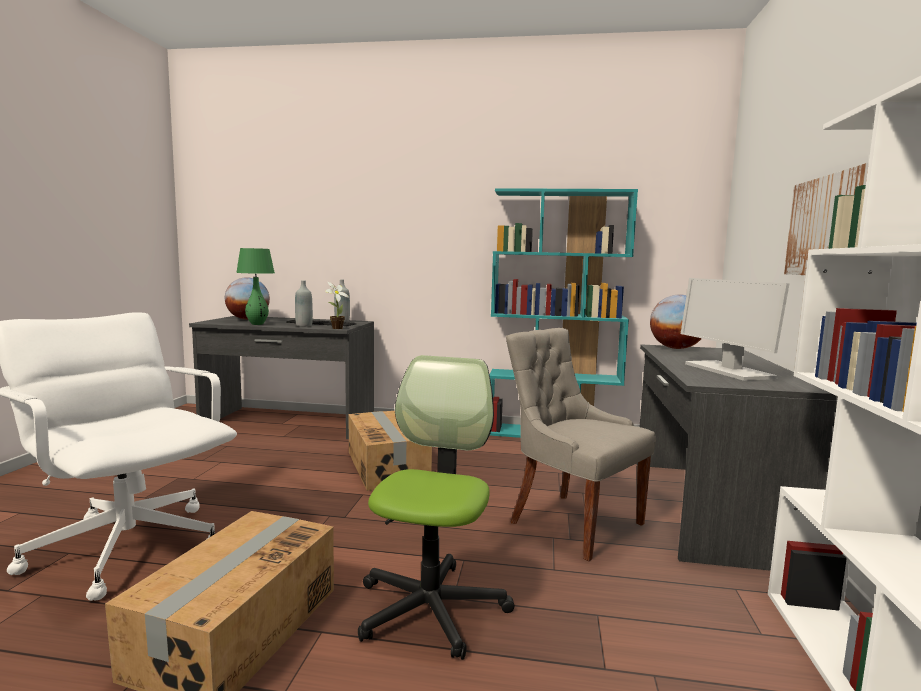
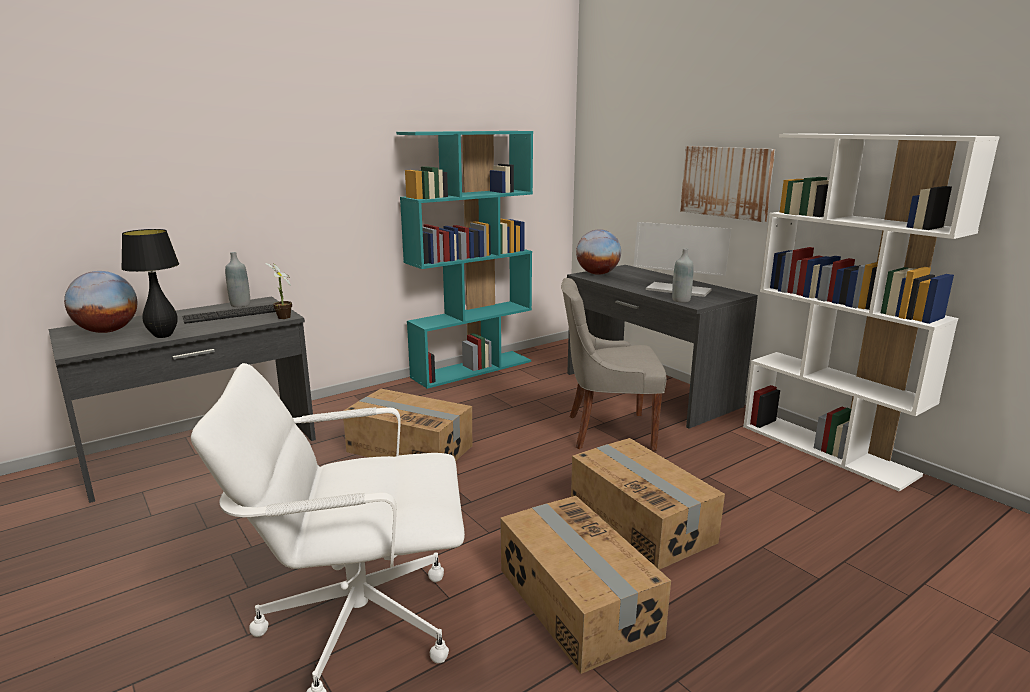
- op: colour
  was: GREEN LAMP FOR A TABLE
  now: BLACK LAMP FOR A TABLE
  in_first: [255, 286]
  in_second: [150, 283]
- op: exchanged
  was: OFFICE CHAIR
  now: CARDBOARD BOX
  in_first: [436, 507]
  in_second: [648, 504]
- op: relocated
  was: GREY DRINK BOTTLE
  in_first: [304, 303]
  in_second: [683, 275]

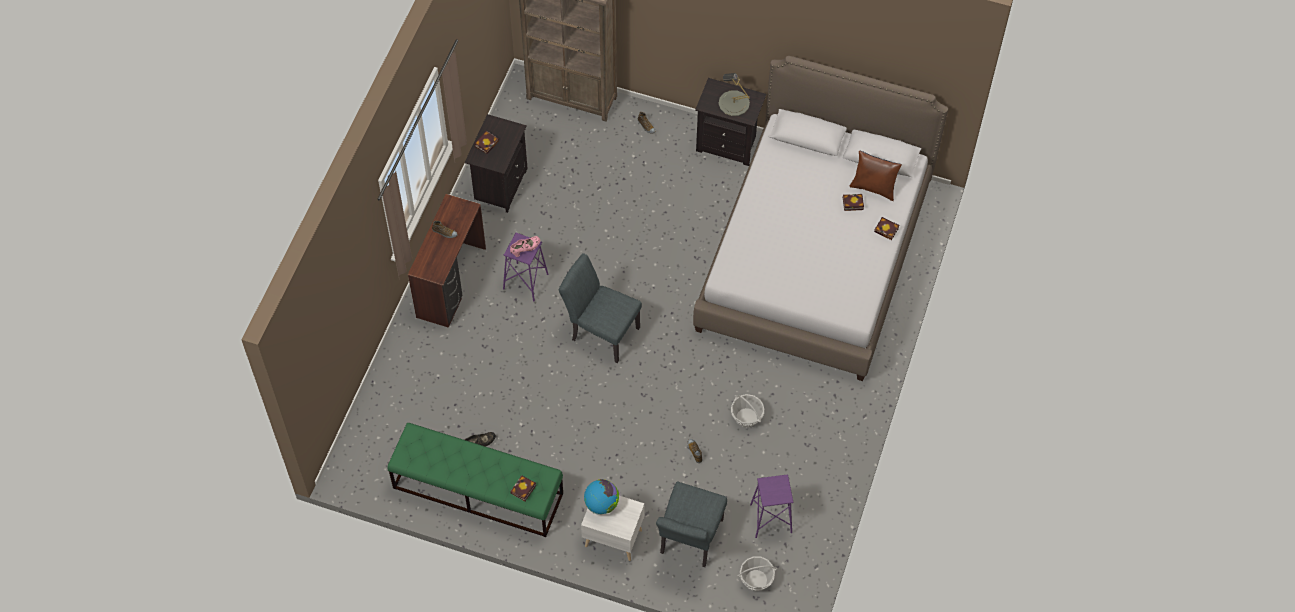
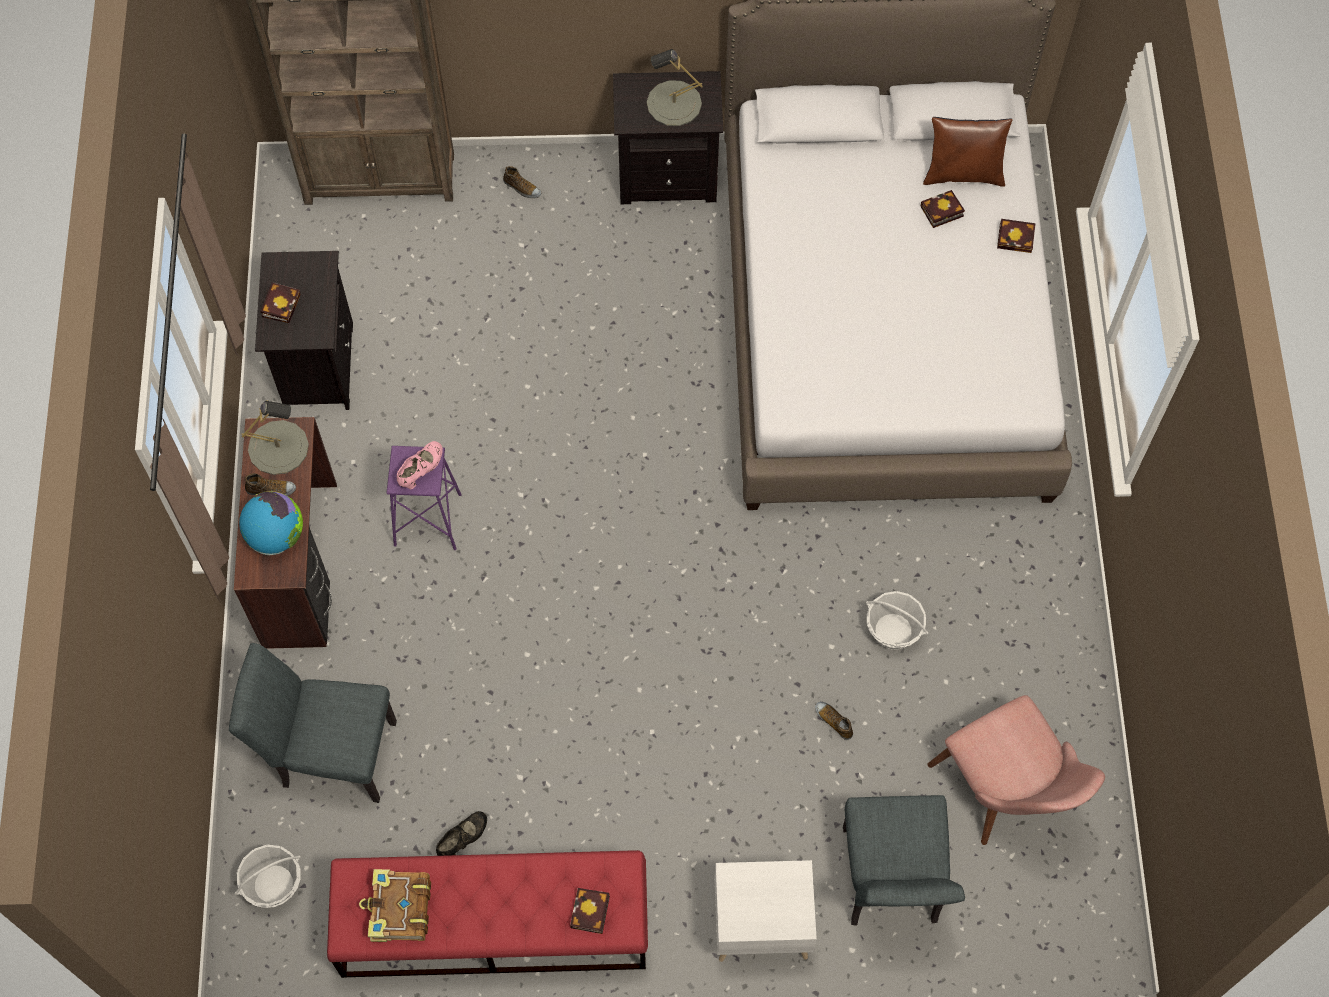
- op: relocated
  was: GREY CHAIR
  in_first: [600, 308]
  in_second: [313, 723]
- op: relocated
  was: STORAGE BASKET
  in_first: [757, 573]
  in_second: [267, 876]
- op: relocated
  was: GLOBE
  in_first: [601, 497]
  in_second: [271, 523]
- op: appeared
  now: GREY LAMP FOR A TABLE
  in_second: [275, 437]
- op: colour
  was: GREEN LONG SEAT
  now: REDDISH LONG SEAT
  in_first: [475, 480]
  in_second: [487, 914]
- op: appeared
  now: BOUND BOOK
  in_second: [395, 905]
- op: exchanged
  was: PURPLISH STOOL
  now: PINK CHAIR
  in_first: [771, 506]
  in_second: [1016, 770]

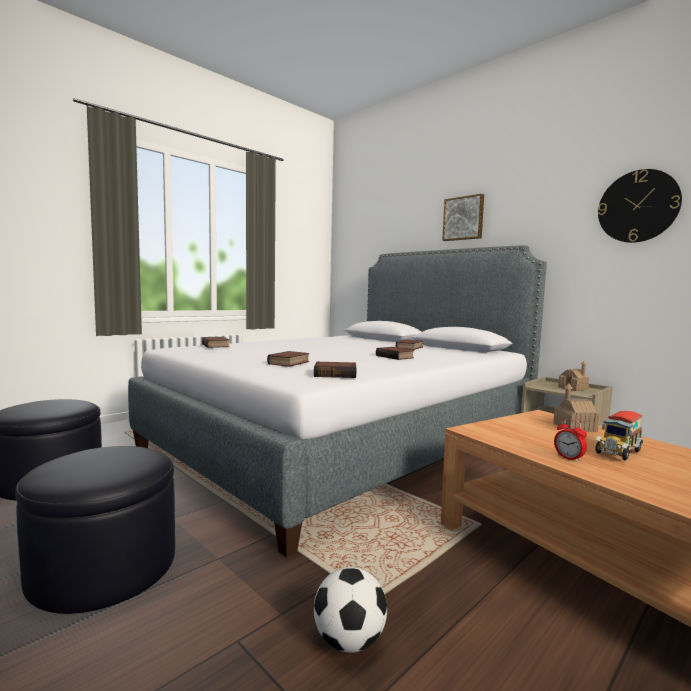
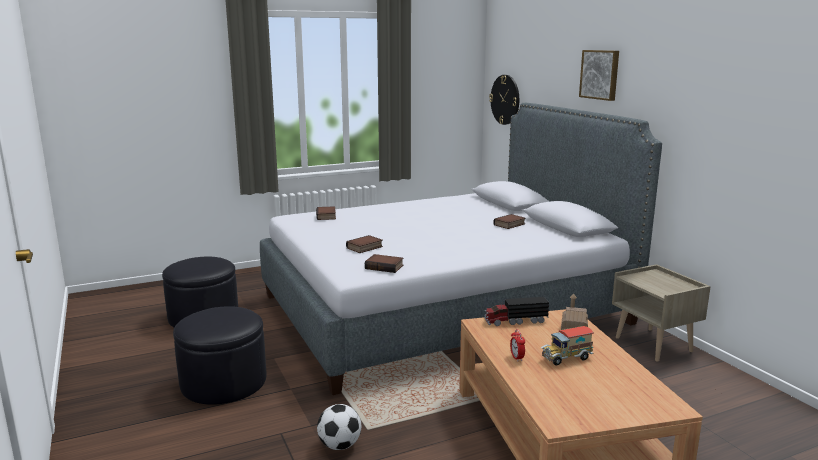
- op: appeared
  now: MODEL TRUCK
  in_second: [516, 311]
- op: relocated
  was: WALL CLOCK
  in_first: [640, 206]
  in_second: [504, 100]
- op: missing
  was: BOUND BOOK
  in_first: [395, 353]
- op: missing
  was: MODEL HOUSE
  in_first: [573, 376]

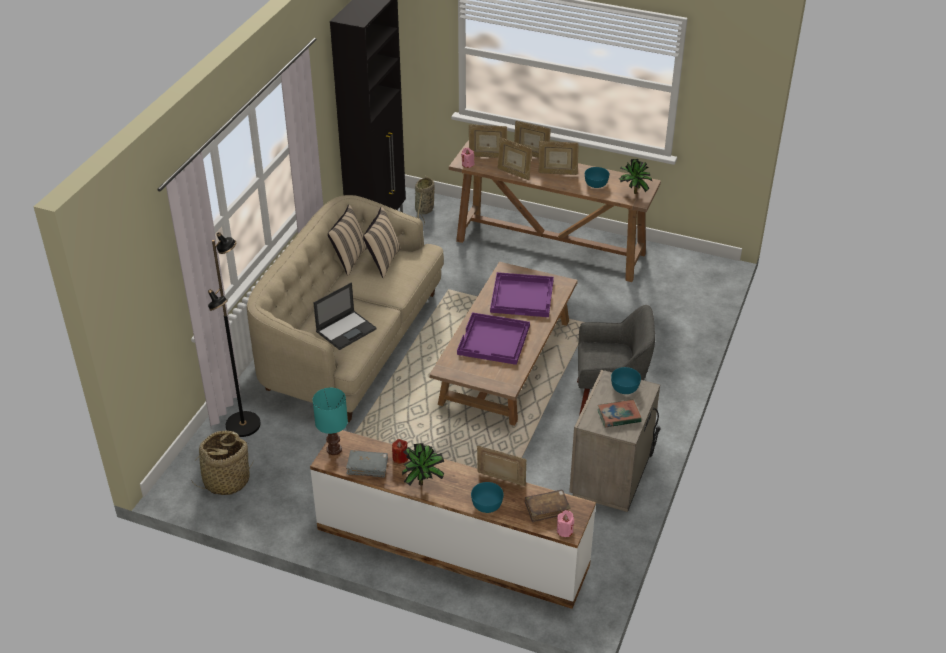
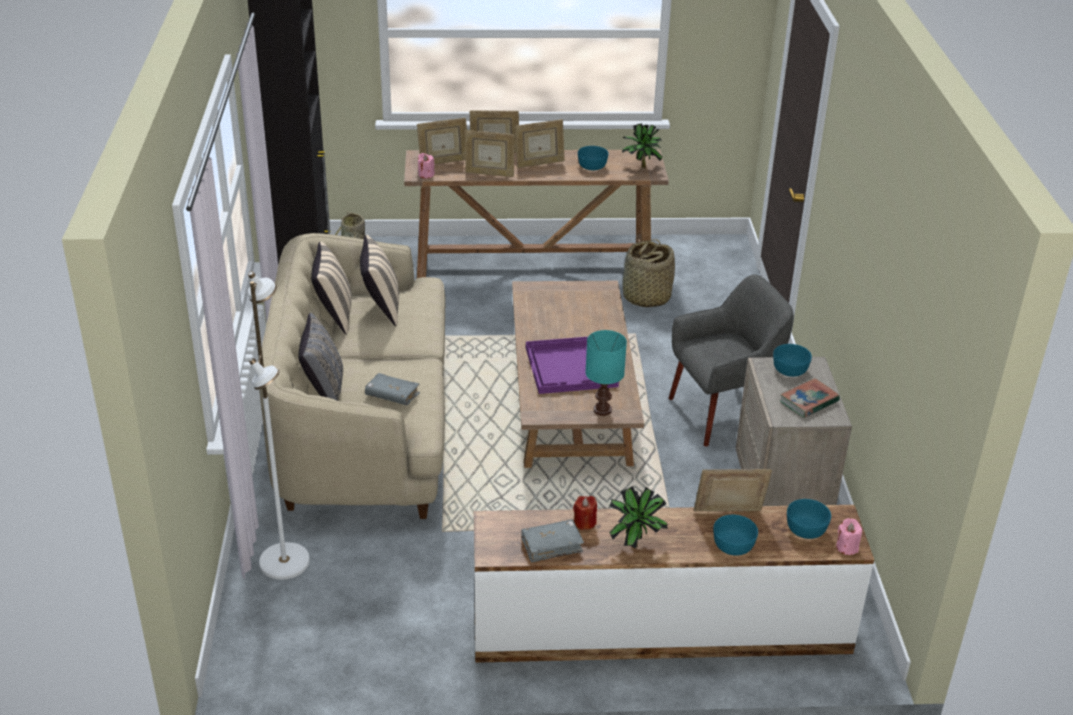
- op: colour
  was: BLACK FLOOR LAMP
  now: WHITISH FLOOR LAMP
  in_first: [234, 334]
  in_second: [279, 425]
- op: appeared
  now: GREY CUSHION
  in_second: [320, 357]
- op: exchanged
  was: PORTABLE COMPUTER
  now: GREY BOUND BOOK
  in_first: [345, 316]
  in_second: [392, 389]
- op: relocated
  was: TURQUOISE LAMP FOR A TABLE
  in_first: [330, 421]
  in_second: [606, 373]
- op: relocated
  was: STORAGE BASKET
  in_first: [222, 462]
  in_second: [649, 273]
- op: exchanged
  was: BROWNISH BOUND BOOK
  now: TURQUOISE DEEP DISH
  in_first: [548, 505]
  in_second: [809, 519]
- op: missing
  was: PURPLISH CARRYING TRAY
  in_first: [522, 294]

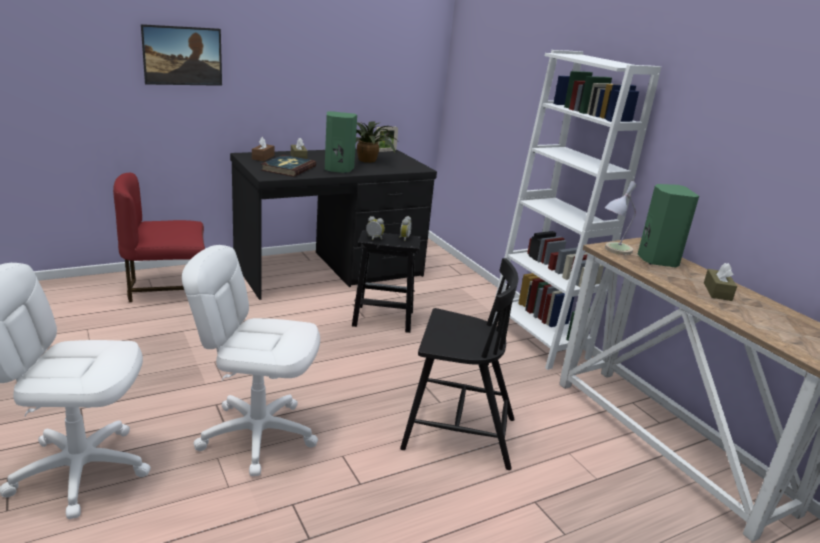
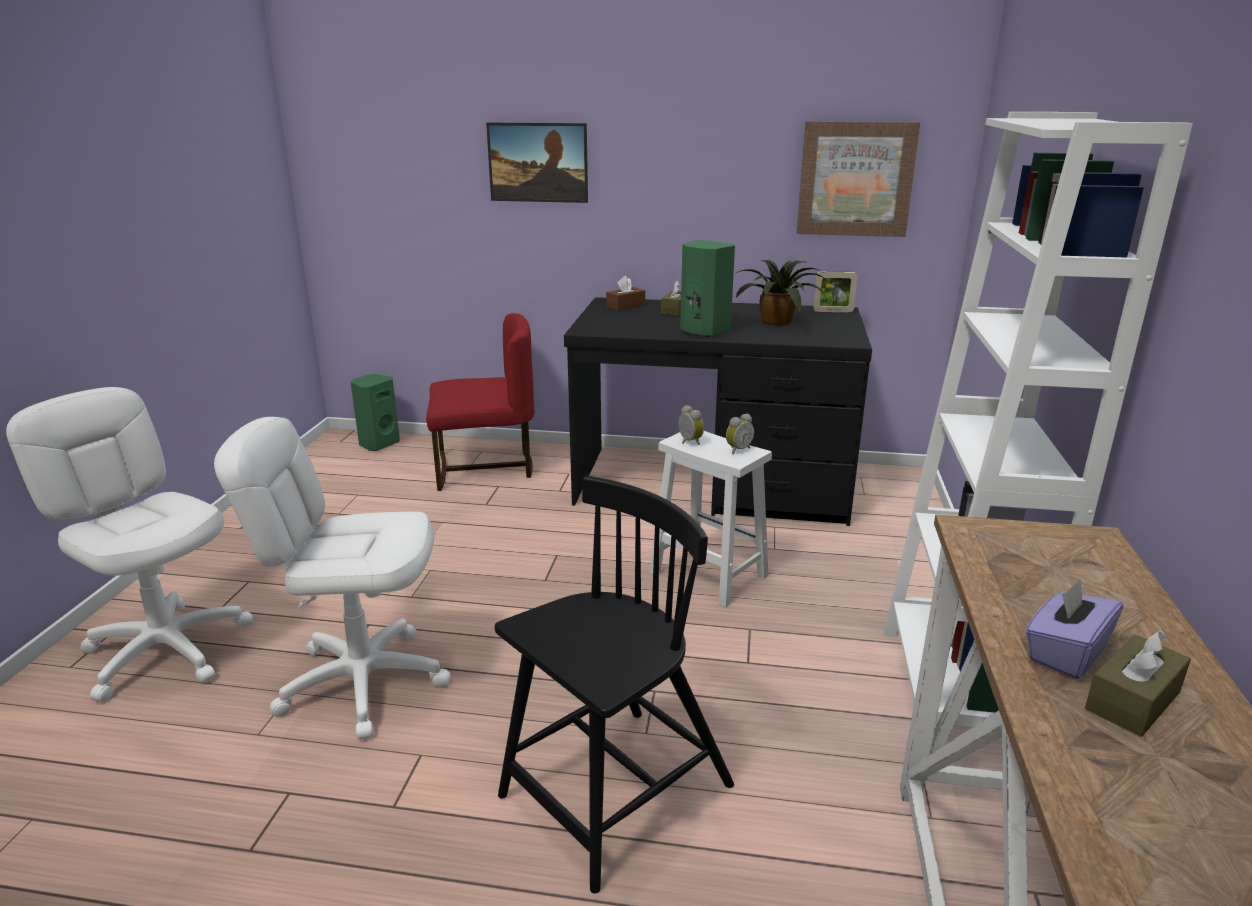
- op: spun
  was: WHITISH OFFICE CHAIR
  in_first: [251, 360]
  in_second: [332, 578]
  clockwise: -45
- op: relocated
  was: GREEN LOUDSPEAKER
  in_first: [668, 225]
  in_second: [375, 412]
- op: spun
  was: REDDISH CHAIR
  in_first: [159, 237]
  in_second: [480, 402]
  clockwise: 150
- op: spun
  was: BLACK CHAIR
  in_first: [459, 364]
  in_second: [614, 685]
  clockwise: -90
- op: colour
  was: BLACK STOOL
  now: WHITISH STOOL
  in_first: [386, 281]
  in_second: [711, 519]
- op: appeared
  now: WALL ART
  in_second: [858, 179]
- op: appeared
  now: PURPLISH TISSUE BOX
  in_second: [1074, 629]
- op: missing
  was: BOUND BOOK
  in_first: [288, 166]
- op: missing
  was: LAMP FOR A TABLE
  in_first: [620, 218]

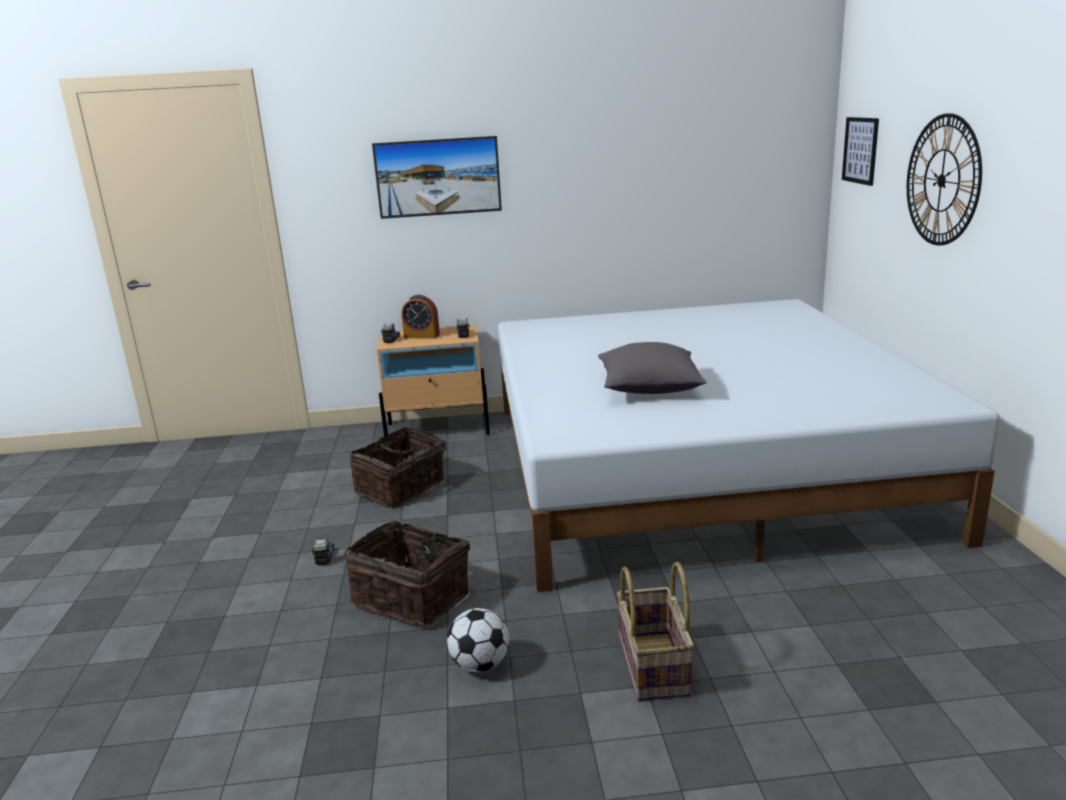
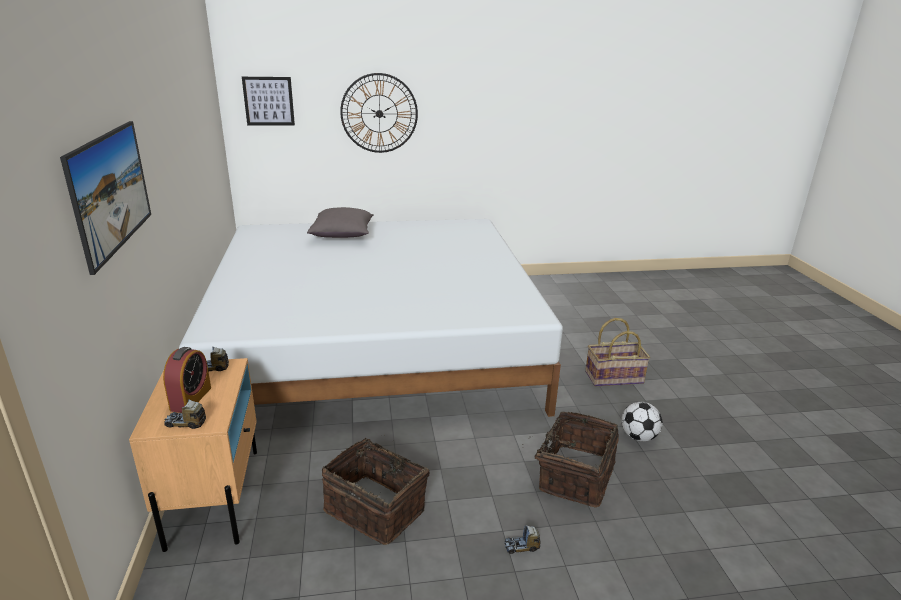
- op: relocated
  was: GREY CUSHION
  in_first: [652, 368]
  in_second: [340, 222]

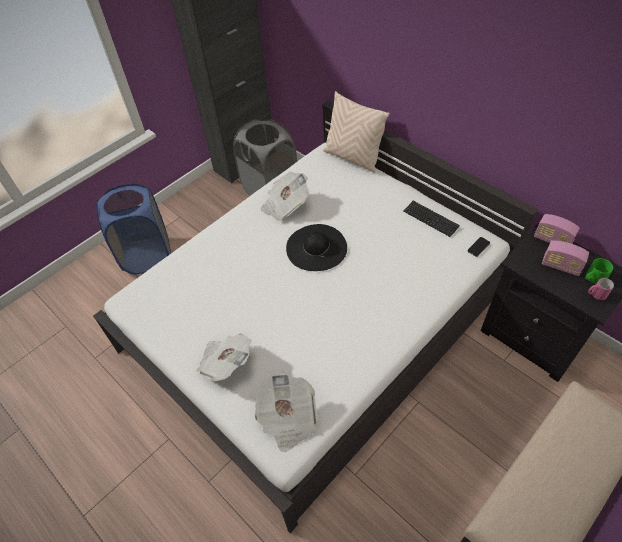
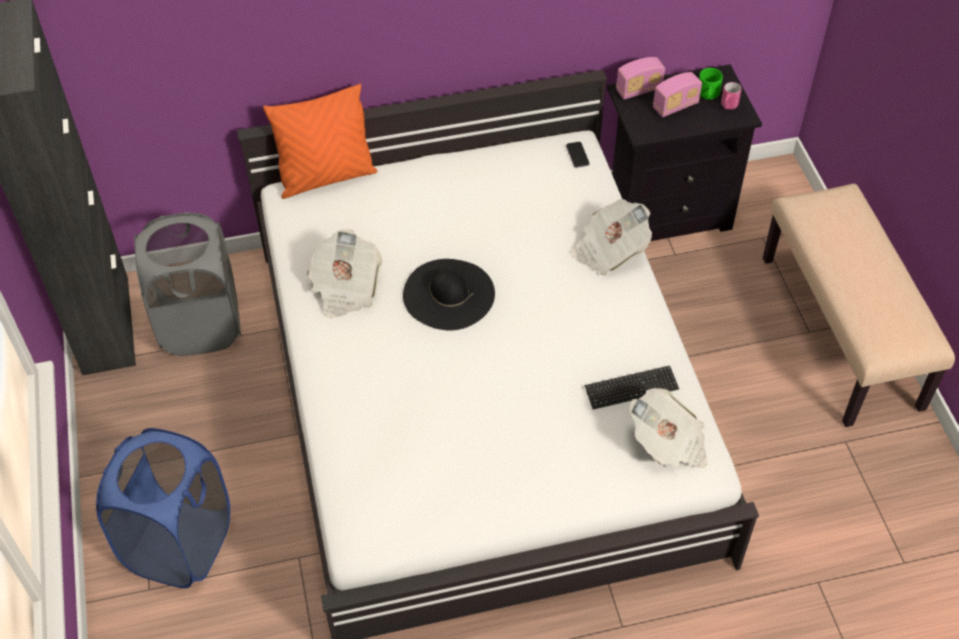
- op: colour
  was: BEIGE CUSHION
  now: ORANGEY CUSHION
  in_first: [356, 132]
  in_second: [320, 141]
- op: relocated
  was: DAILY PAPER
  in_first: [223, 357]
  in_second: [611, 237]
- op: relocated
  was: COMPUTER KEYBOARD
  in_first: [431, 219]
  in_second: [632, 387]

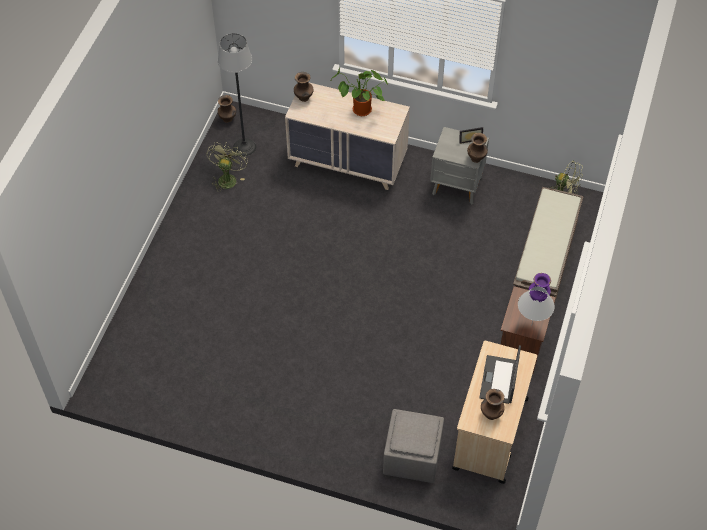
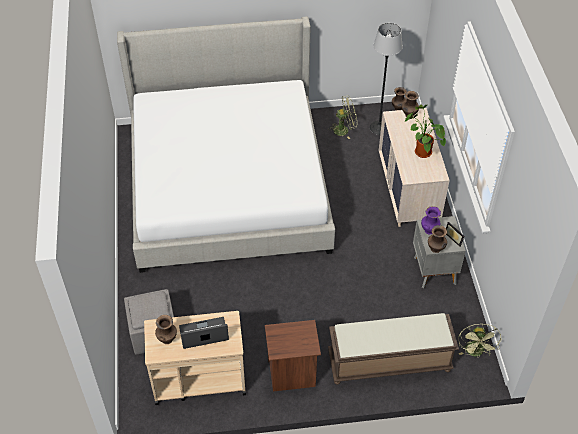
- op: appeared
  now: SLEEPING BED
  in_second: [226, 145]
- op: relocated
  was: PURPLISH DECORATIVE VASE
  in_first: [539, 287]
  in_second: [431, 220]
- op: missing
  was: WHITISH LAMP FOR A TABLE
  in_first: [536, 306]

